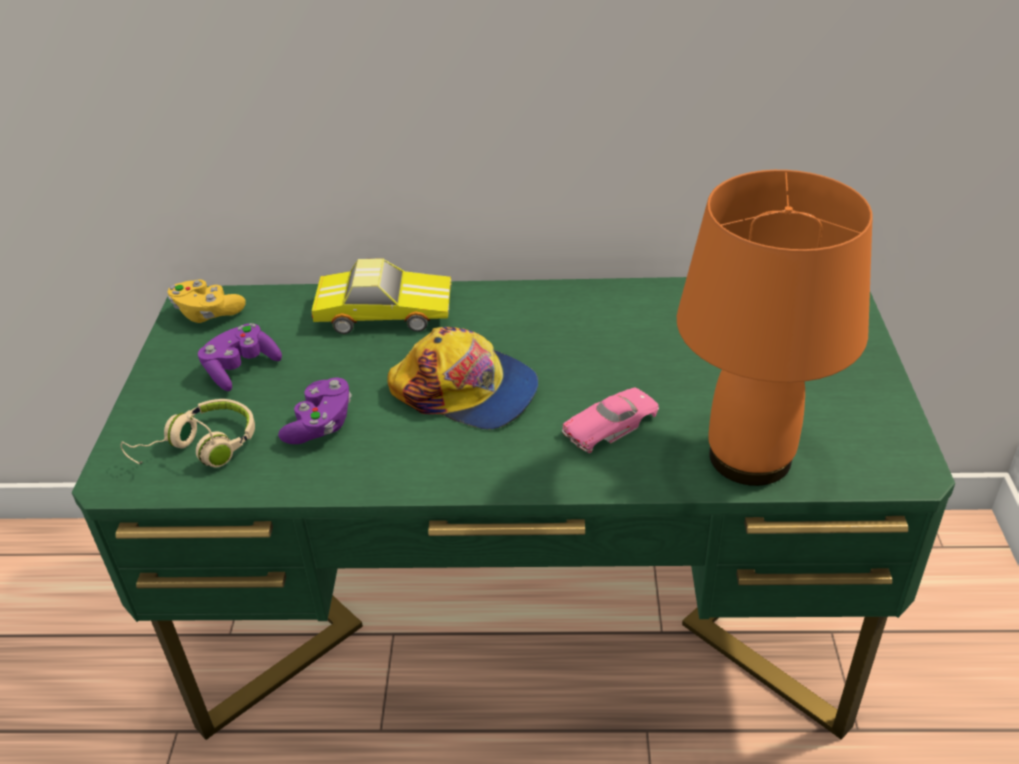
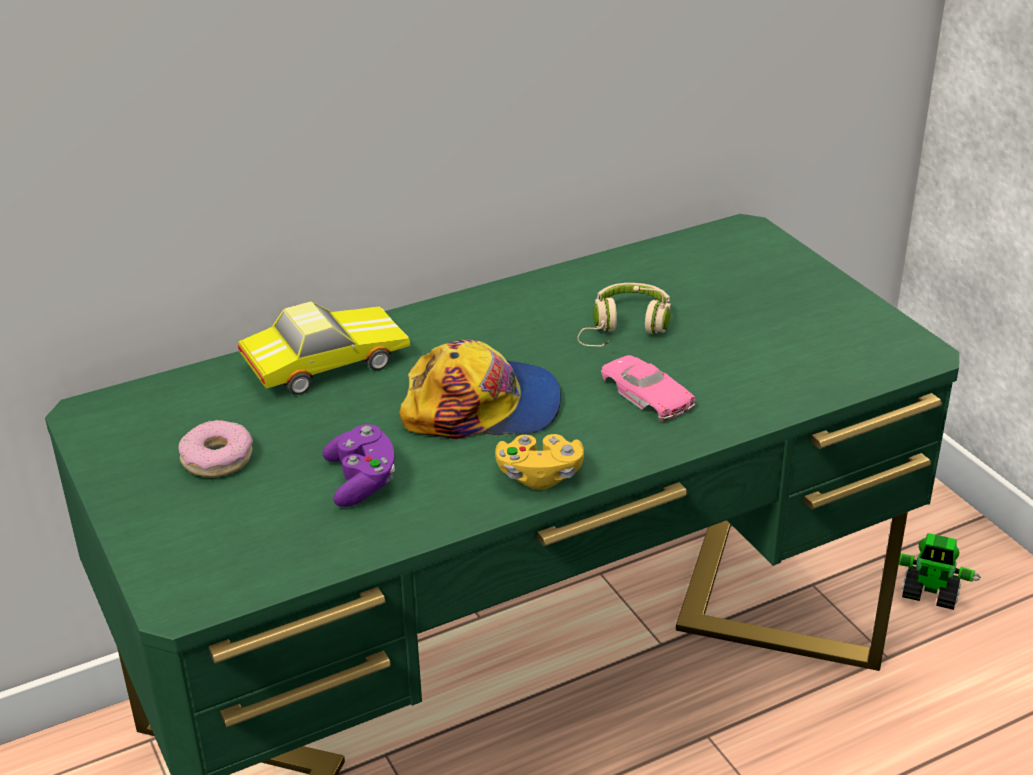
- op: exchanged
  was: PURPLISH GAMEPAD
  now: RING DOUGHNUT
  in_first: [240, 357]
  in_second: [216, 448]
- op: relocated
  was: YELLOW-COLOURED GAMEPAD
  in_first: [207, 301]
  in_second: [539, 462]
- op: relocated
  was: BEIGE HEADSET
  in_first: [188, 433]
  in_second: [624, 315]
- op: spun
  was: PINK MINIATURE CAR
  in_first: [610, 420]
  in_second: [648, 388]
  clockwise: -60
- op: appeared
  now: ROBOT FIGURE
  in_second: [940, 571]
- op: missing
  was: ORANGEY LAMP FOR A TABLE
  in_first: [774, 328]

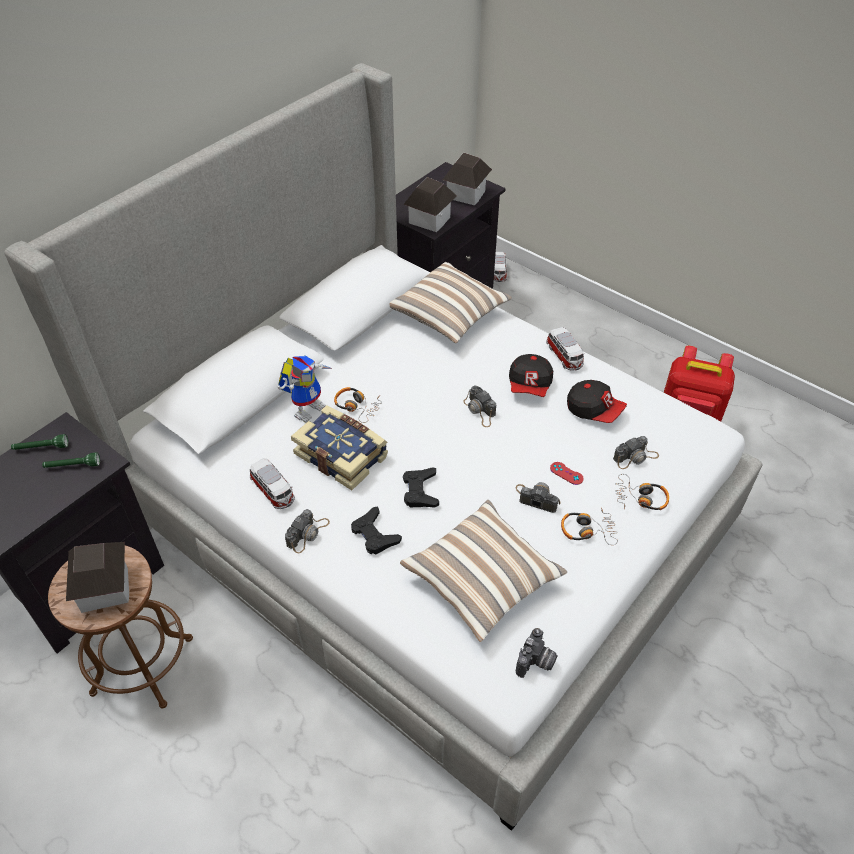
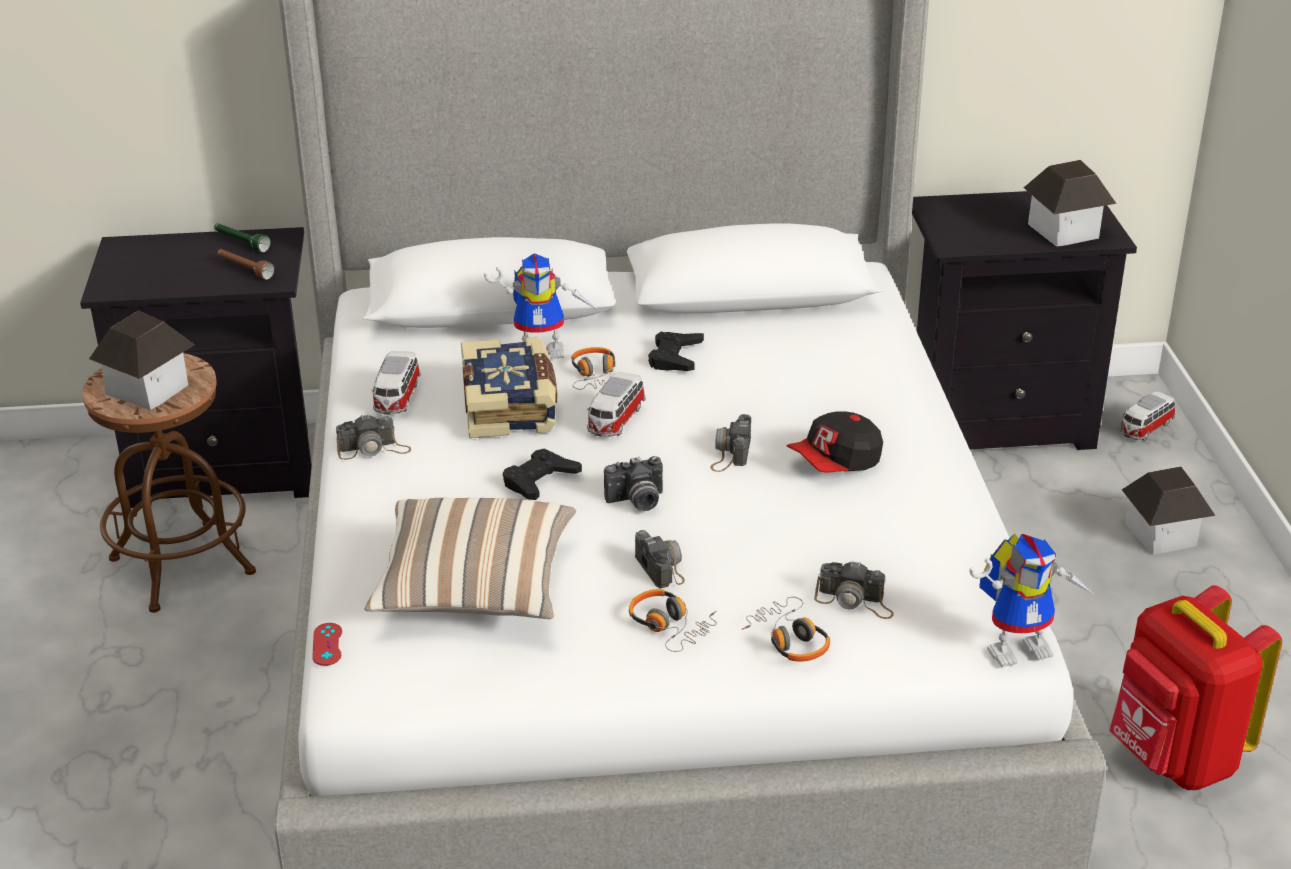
- op: colour
  was: GREEN HAND TORCH
  now: BROWNISH HAND TORCH
  in_first: [71, 460]
  in_second: [246, 264]
- op: relocated
  was: REDDISH GAMEPAD
  in_first: [567, 473]
  in_second: [327, 644]
- op: relocated
  was: MINIATURE CAR
  in_first: [565, 349]
  in_second: [616, 404]
- op: relocated
  was: PHOTO CAMERA
  in_first: [537, 653]
  in_second: [633, 483]
- op: relocated
  was: BLACK GAMEPAD
  in_first: [376, 530]
  in_second: [676, 351]
- op: appeared
  now: ROBOT FIGURE
  in_second: [1031, 600]
- op: relocated
  was: MODEL HOUSE
  in_first: [430, 204]
  in_second: [1169, 510]
- op: missing
  was: CUSHION
  in_first: [451, 302]
- op: missing
  was: PEAKED CAP
  in_first: [597, 401]

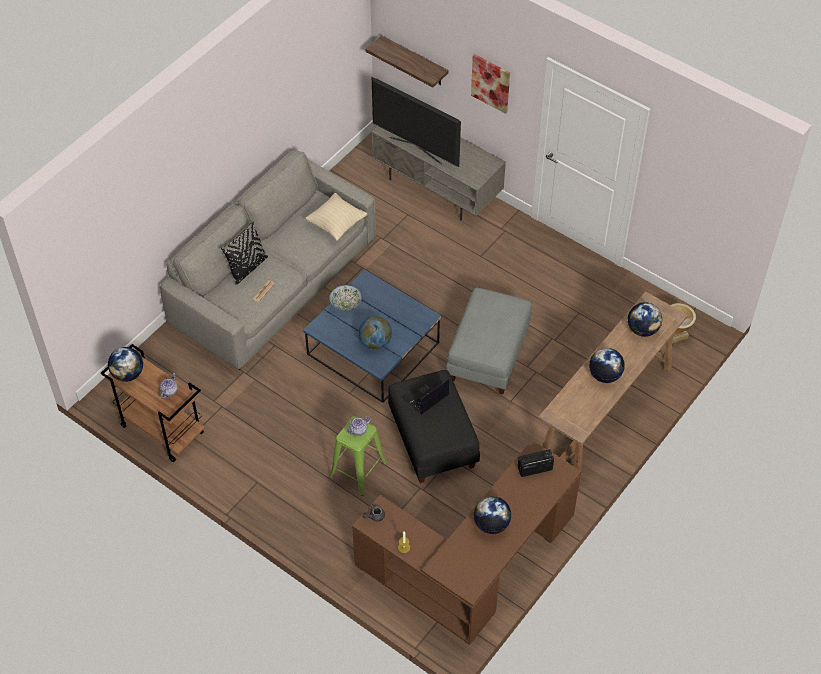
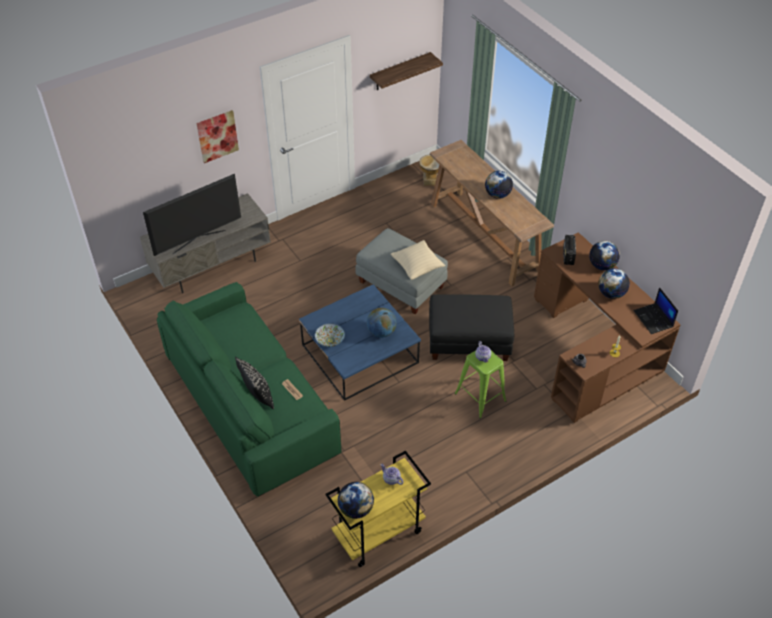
- op: colour
  was: GREY SETTEE
  now: GREEN SETTEE
  in_first: [268, 260]
  in_second: [249, 389]
- op: colour
  was: BROWNISH WHEELED CART
  now: YELLOW-COLOURED WHEELED CART
  in_first: [153, 403]
  in_second: [378, 509]
- op: relocated
  was: SHELF
  in_first: [407, 61]
  in_second: [406, 71]
- op: relocated
  was: BEIGE CUSHION
  in_first: [336, 217]
  in_second: [418, 260]
- op: relocated
  was: GLOBE
  in_first: [645, 319]
  in_second: [604, 255]
- op: relocated
  was: PORTABLE COMPUTER
  in_first: [426, 396]
  in_second: [656, 310]

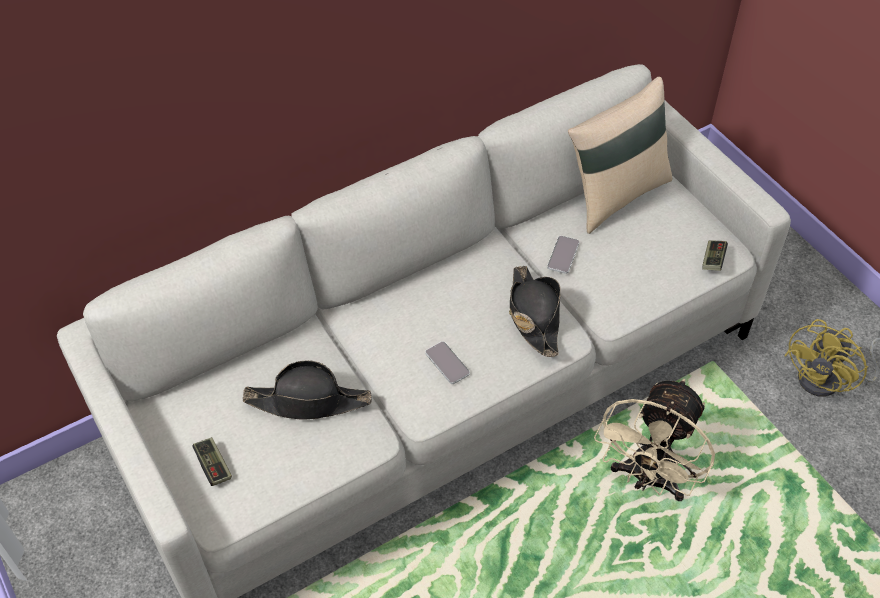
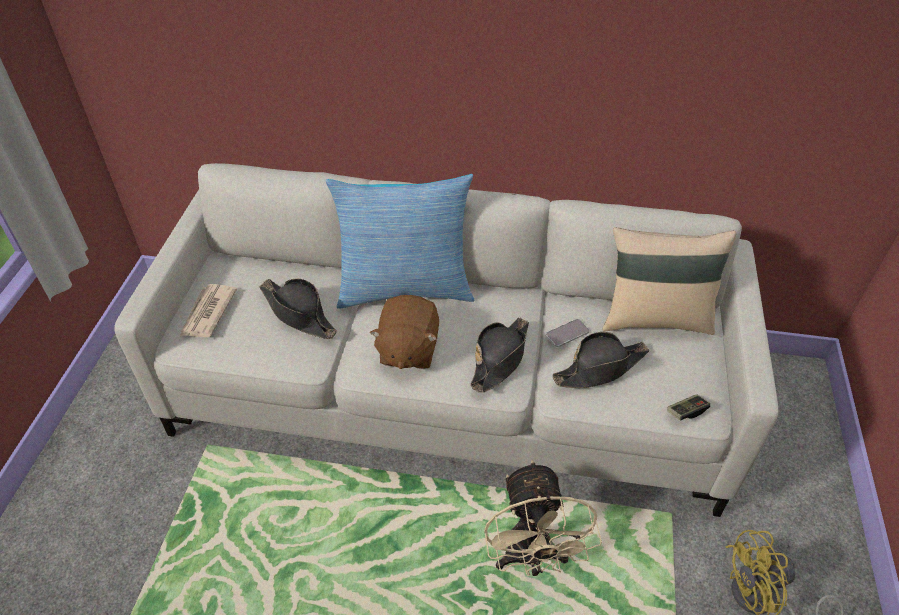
- op: exchanged
  was: GAMEPAD
  now: DAILY PAPER
  in_first: [212, 461]
  in_second: [208, 310]
- op: appeared
  now: CUSHION
  in_second: [400, 241]
- op: exchanged
  was: TELEPHONE
  now: BROWNISH PLUSH TOY
  in_first: [447, 362]
  in_second: [404, 332]
- op: spun
  was: BEIGE ELECTRIC FAN
  in_first: [654, 440]
  in_second: [543, 518]
  clockwise: -75
- op: appeared
  now: BLACK CLOTHING HAT
  in_second: [600, 360]

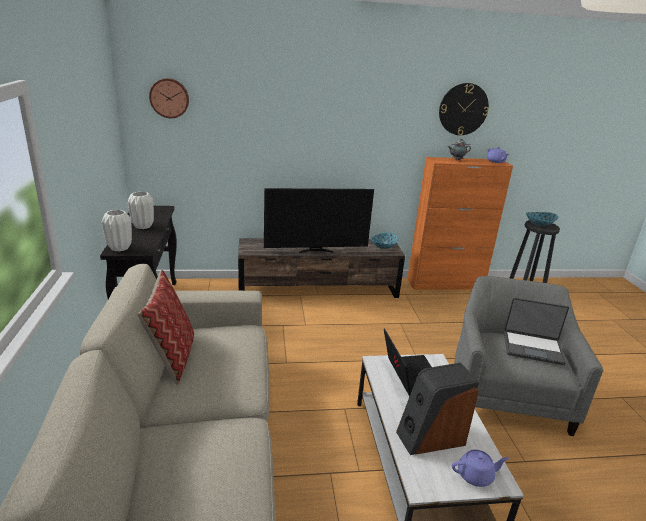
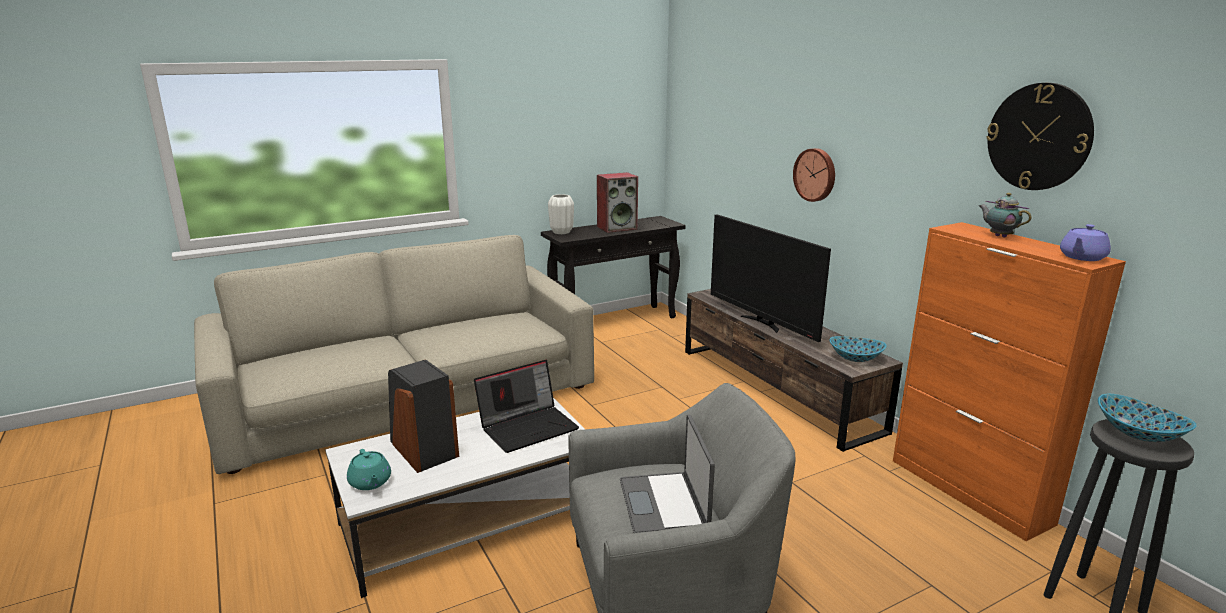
- op: colour
  was: PURPLISH TEA POT
  now: TURQUOISE TEA POT
  in_first: [480, 468]
  in_second: [369, 469]
- op: exchanged
  was: WHITISH DECORATIVE VASE
  now: LOUDSPEAKER
  in_first: [141, 210]
  in_second: [617, 202]
- op: relocated
  was: WALL CLOCK
  in_first: [169, 98]
  in_second: [814, 175]
- op: missing
  was: CUSHION
  in_first: [166, 327]

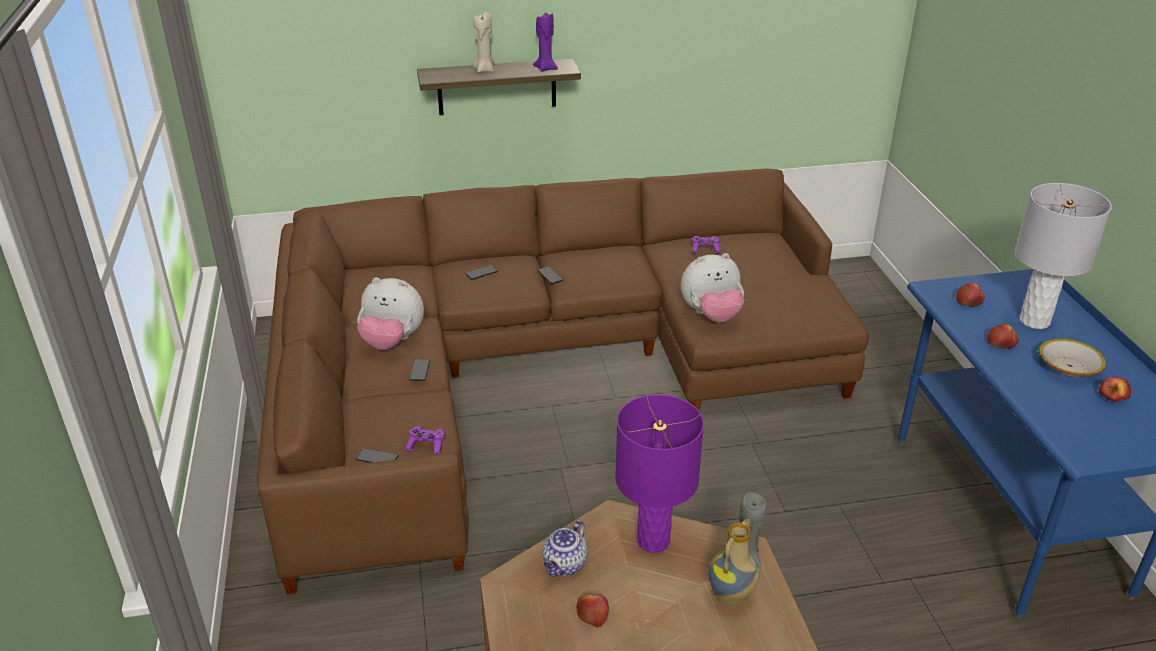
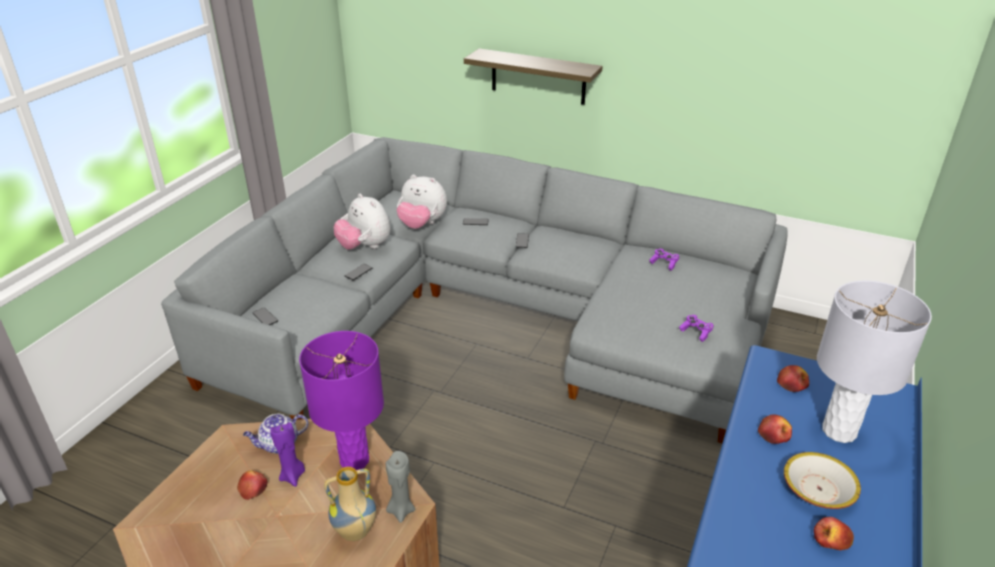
- op: colour
  was: BROWNISH SETTEE
  now: GREY SETTEE
  in_first: [563, 382]
  in_second: [474, 290]
- op: relocated
  was: PURPLISH CANDLE
  in_first: [545, 42]
  in_second: [287, 454]
- op: relocated
  was: PLUSH TOY
  in_first: [712, 288]
  in_second: [421, 202]
- op: relocated
  was: PURPLISH GAMEPAD
  in_first: [425, 440]
  in_second: [696, 328]
- op: missing
  was: BEIGE CANDLE
  in_first: [483, 42]

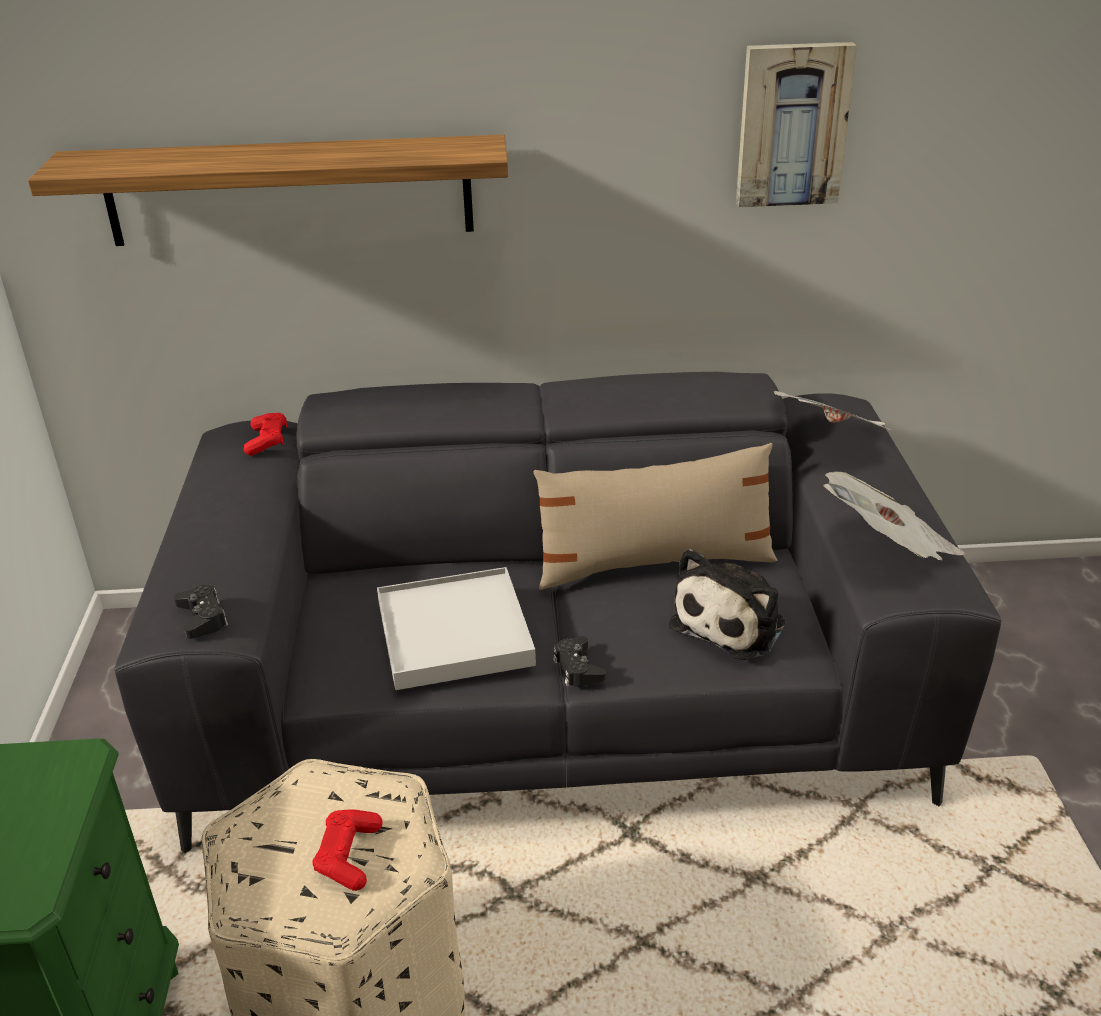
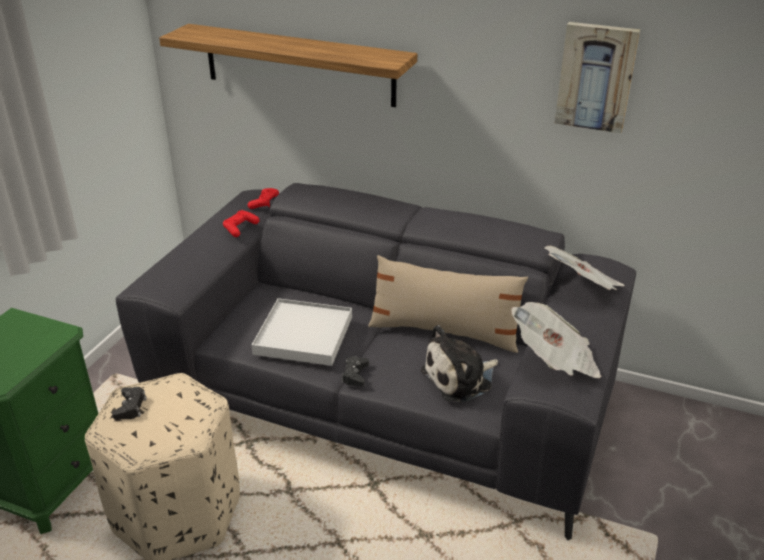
- op: relocated
  was: BLACK GAMEPAD
  in_first: [201, 612]
  in_second: [129, 403]
- op: relocated
  was: REDDISH GAMEPAD
  in_first: [347, 850]
  in_second: [241, 223]

